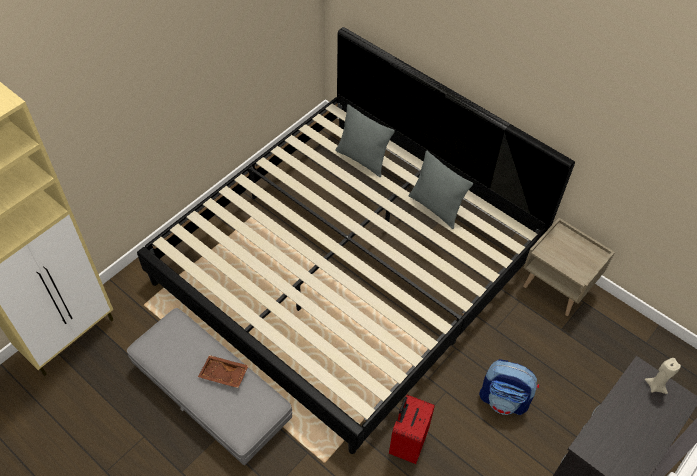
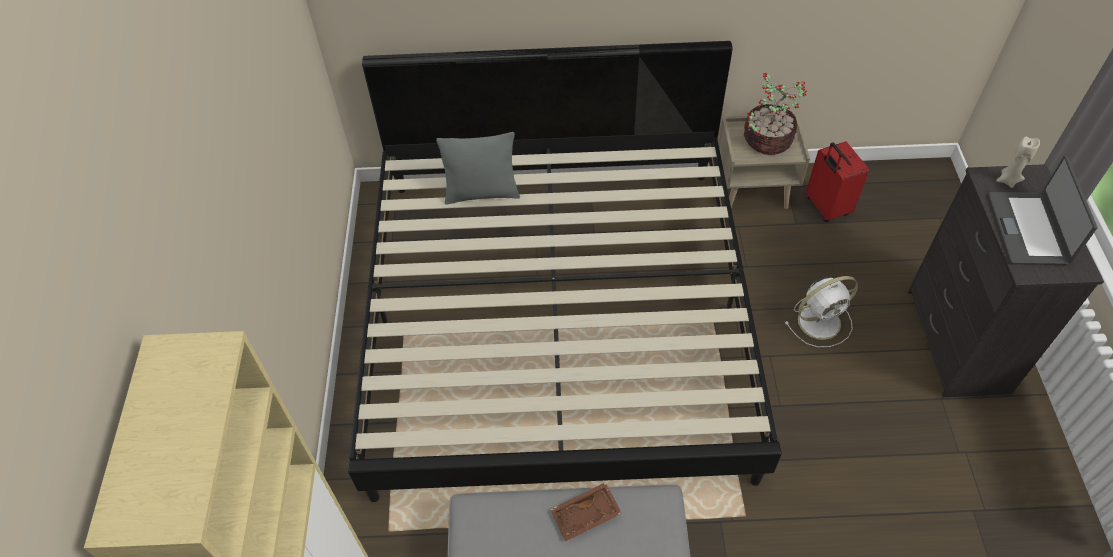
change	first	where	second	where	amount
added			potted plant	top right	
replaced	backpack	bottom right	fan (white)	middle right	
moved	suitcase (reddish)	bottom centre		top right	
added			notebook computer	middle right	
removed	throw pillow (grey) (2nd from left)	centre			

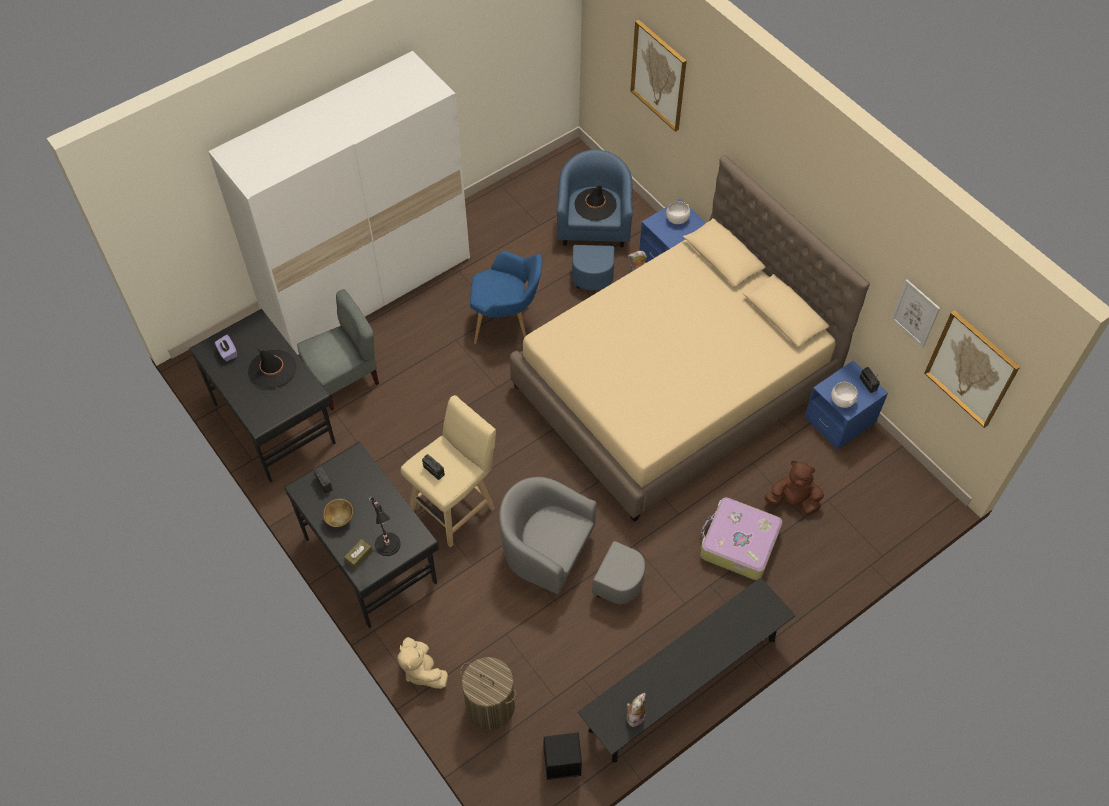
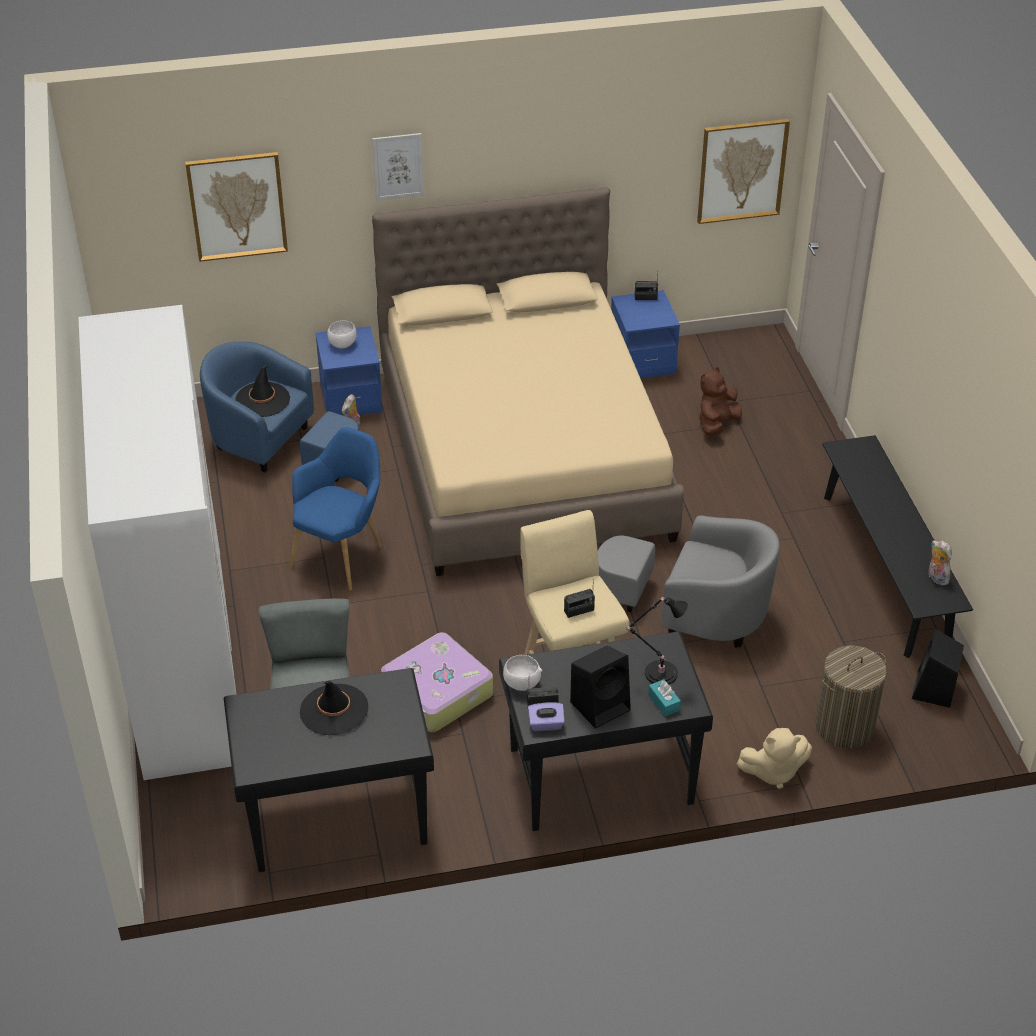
change	first	where	second	where	amount
moved	wall art (2nd from left)	middle right		top centre	
moved	suitcase	bottom right		centre	
moved	deep dish (white) (2nd from left)	middle right		centre	
moved	tissue box (purplish)	middle left		bottom centre	
replaced	deep dish (brownish)	middle left	audio speaker (black) (1st from left)	centre	
turned	armchair (grey)	bottom centre		centre	120 degrees counterclockwise
recoloured	tissue box (brownish)	bottom left	tissue box (turquoise)	bottom centre	

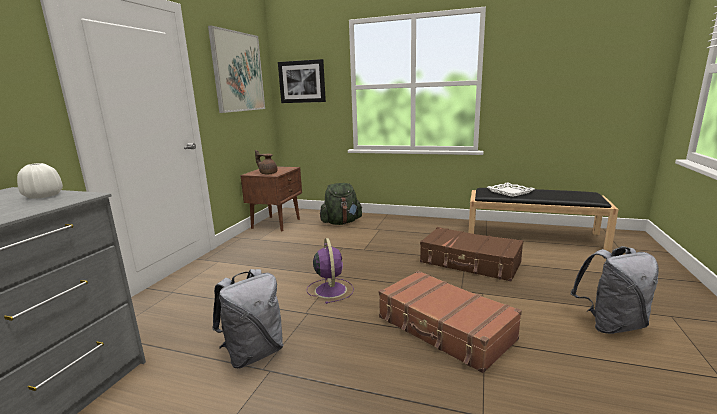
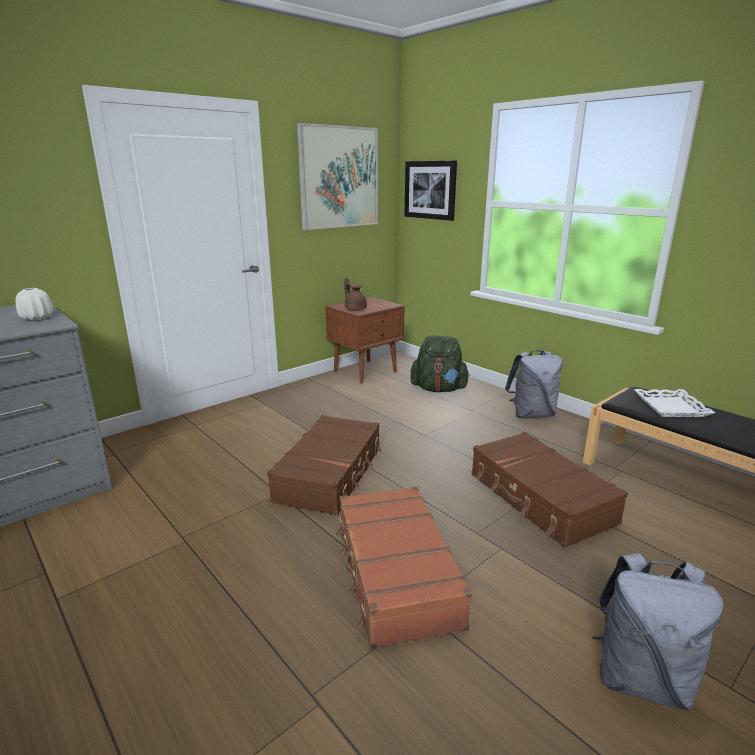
change	first	where	second	where	amount
replaced	fan (purplish)	centre	suitcase (brownish) (1st from left)	centre	
moved	backpack (grey) (1st from left)	bottom centre		middle right	

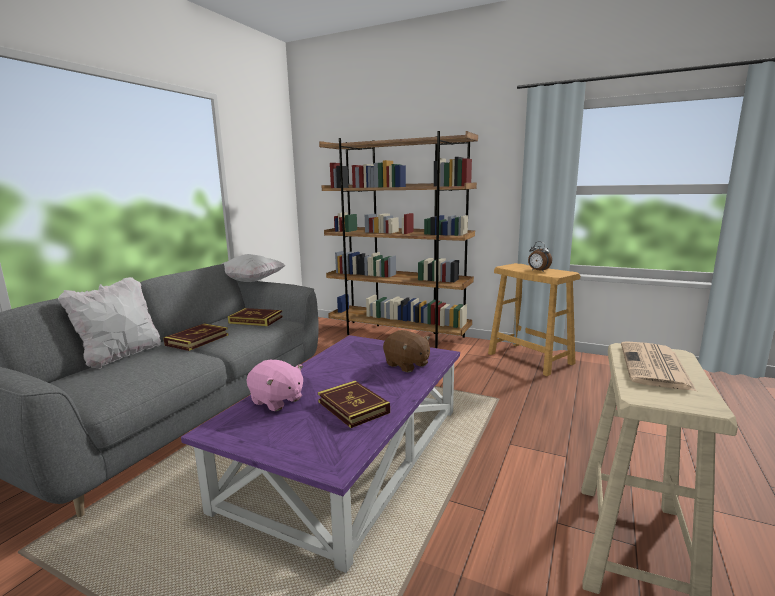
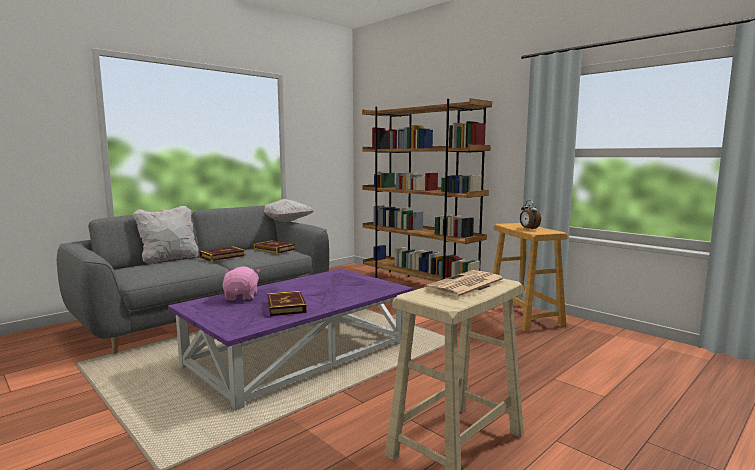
change	first	where	second	where	amount
turned	soft toy (pink-coloured)	centre		middle left	150 degrees counterclockwise
removed	soft toy (brownish)	centre			

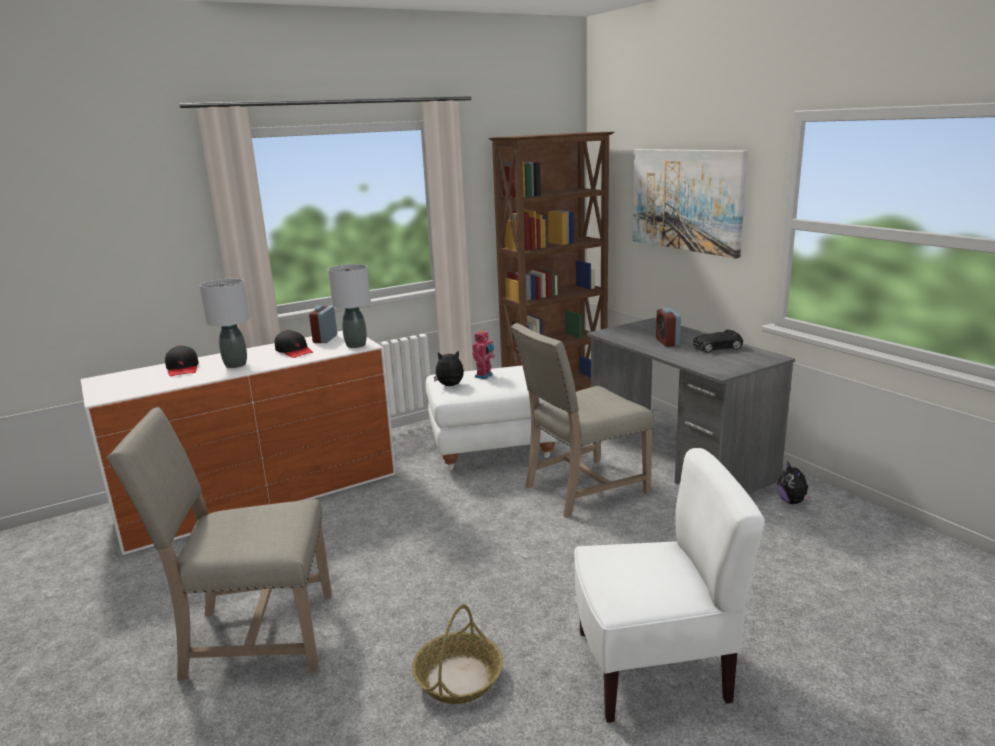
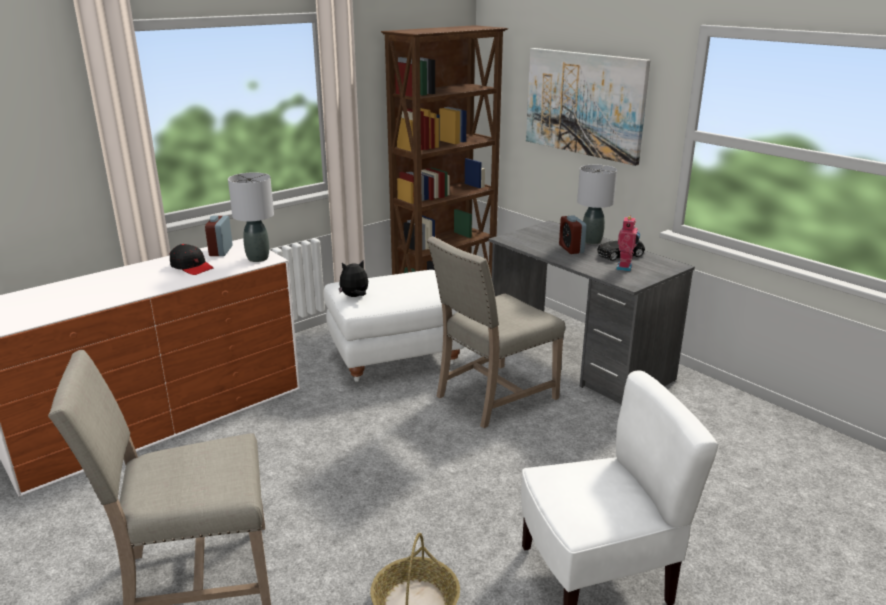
change	first	where	second	where	amount
moved	tabletop lamp (grey) (1st from left in the first image)	middle left	tabletop lamp (grey) (2nd from left)	middle right	
moved	model robot	centre		middle right	
removed	peaked cap (black) (1st from left)	middle left			
removed	soft toy (2nd from left)	middle right			

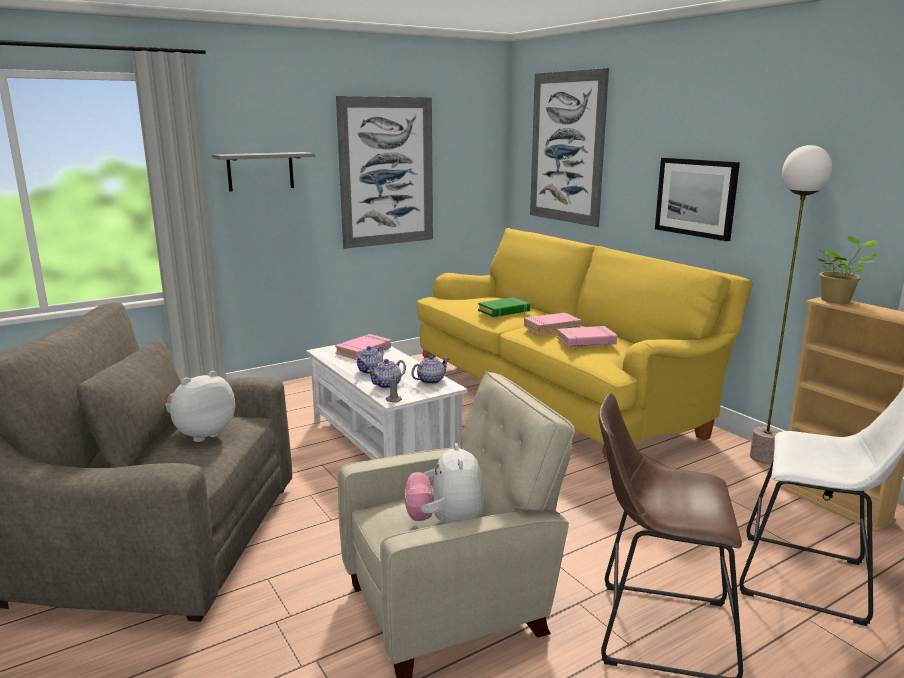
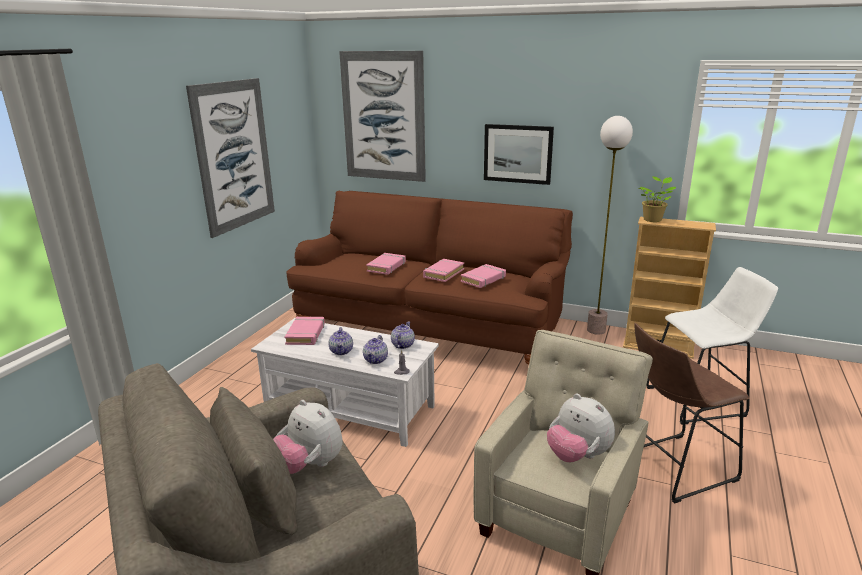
change	first	where	second	where	amount
turned	soft toy (1st from left)	middle left		bottom centre	60 degrees counterclockwise
recoloured	couch (yellowish)	centre	couch (brownish)	centre	
recoloured	book (green-coloured)	centre	book (pink-coloured) (2nd from left)	centre	
removed	wall shelf (grey)	top left			

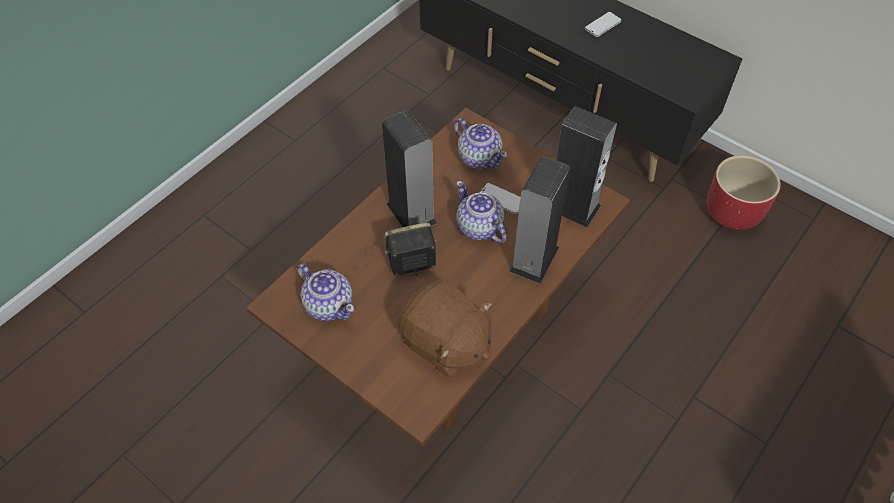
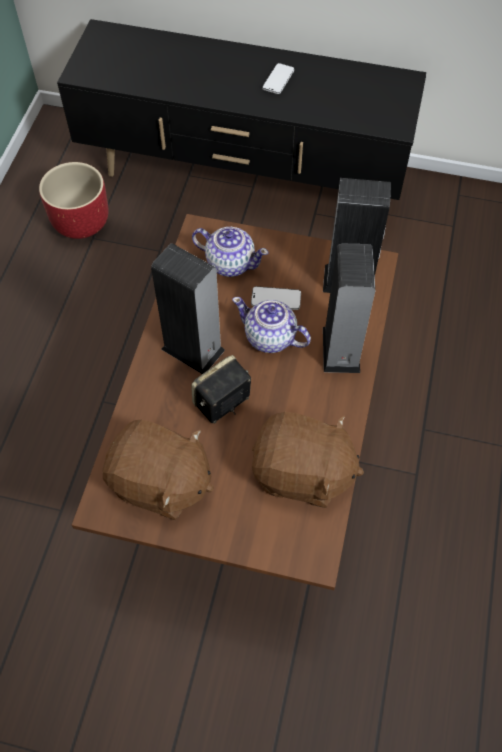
change	first	where	second	where	amount
moved	plant pot (reddish)	middle right		top left	
replaced	teapot (1st from left)	centre	soft toy (brownish) (1st from left)	middle left	

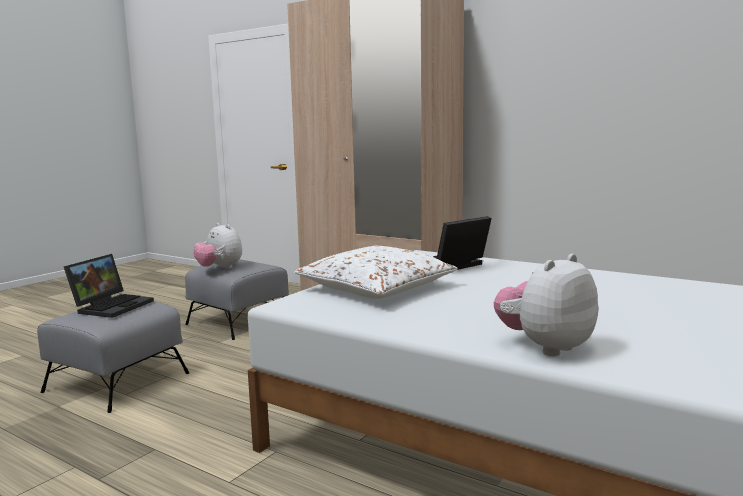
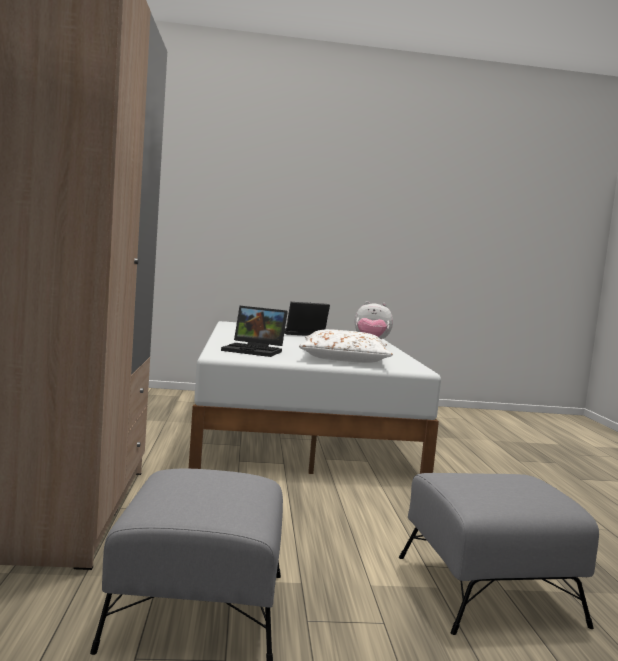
change	first	where	second	where	amount
moved	notebook computer (1st from left in the first image)	middle left	notebook computer (2nd from left)	centre	
removed	soft toy (1st from left)	middle left			

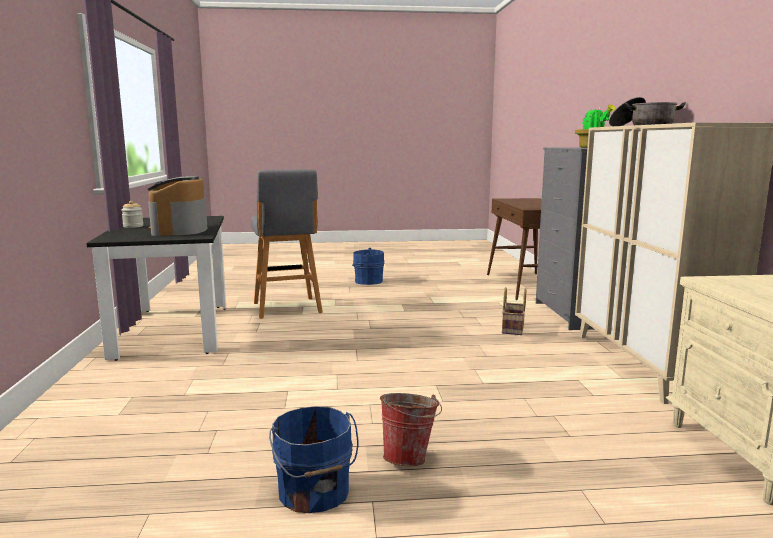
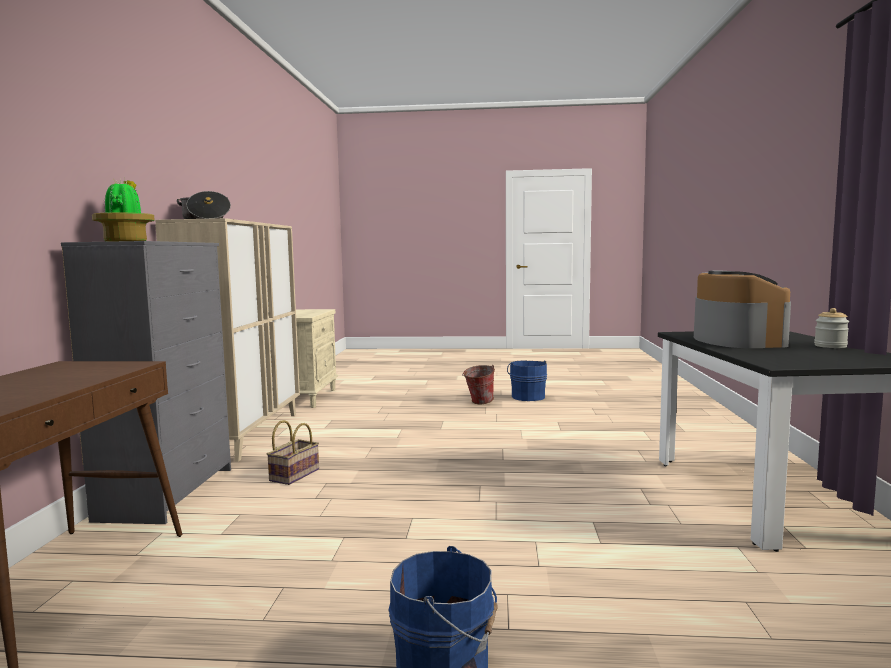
change	first	where	second	where	amount
removed	sitting stool (grey)	centre			

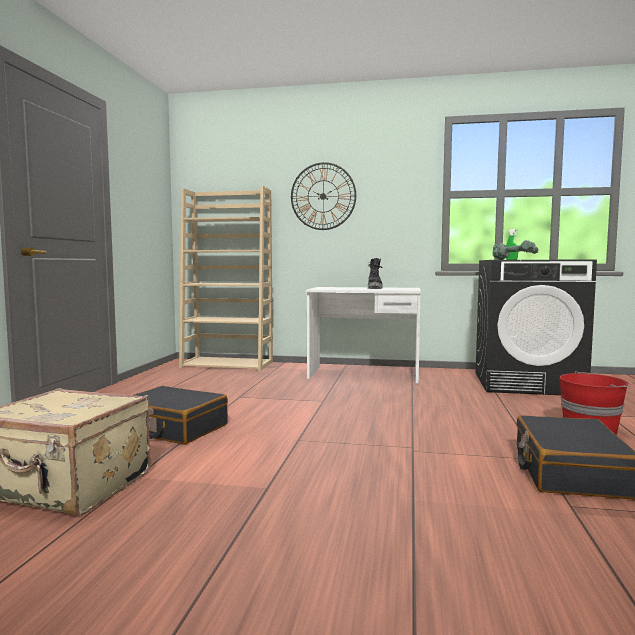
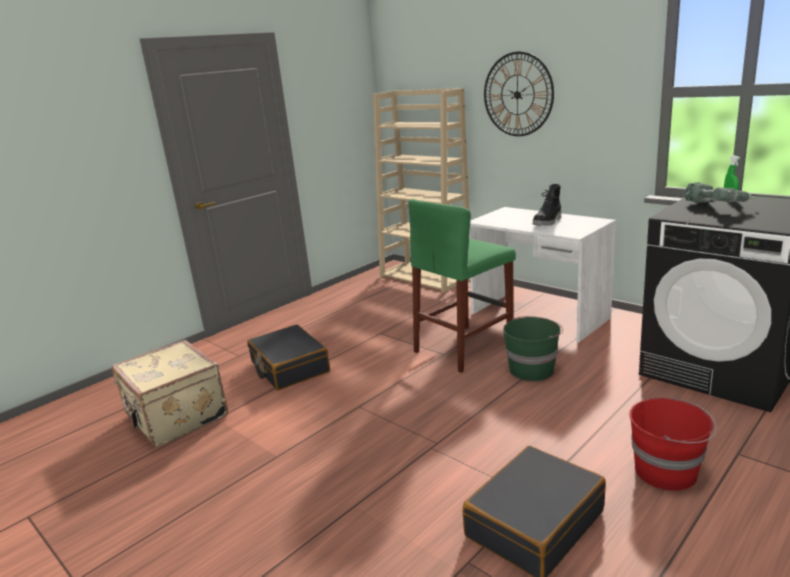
change	first	where	second	where	amount
added			sitting stool (green-coloured)	centre	
added			bucket (green-coloured)	middle right	

